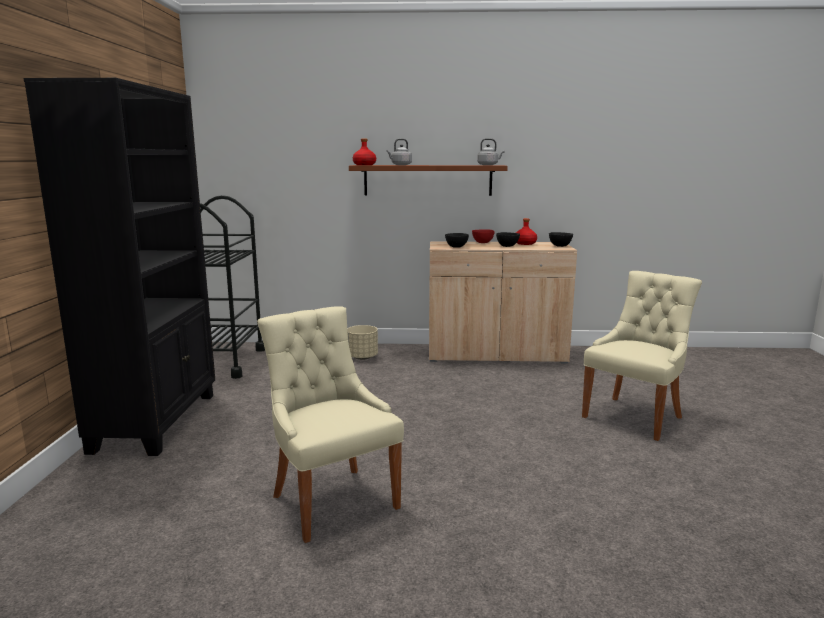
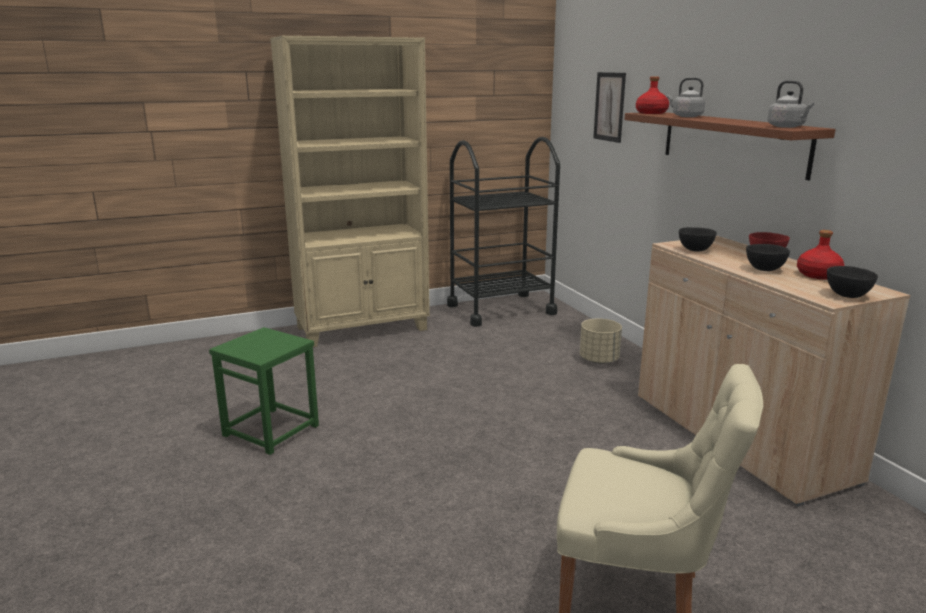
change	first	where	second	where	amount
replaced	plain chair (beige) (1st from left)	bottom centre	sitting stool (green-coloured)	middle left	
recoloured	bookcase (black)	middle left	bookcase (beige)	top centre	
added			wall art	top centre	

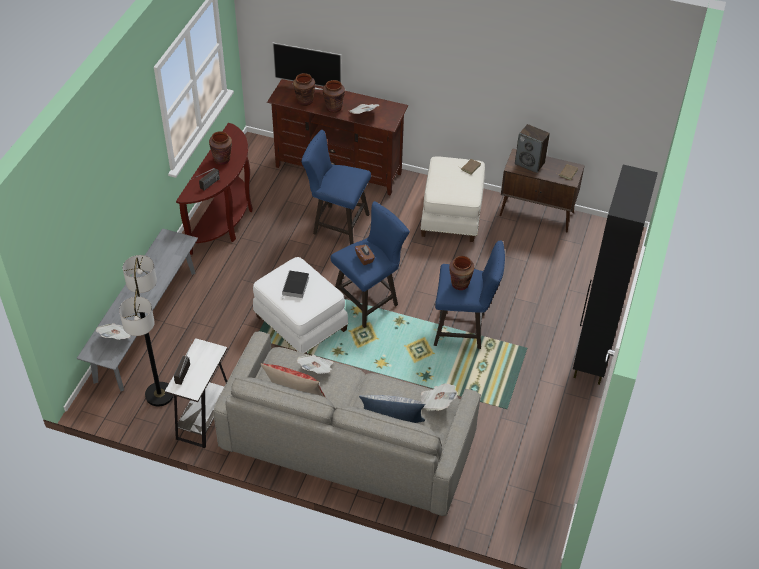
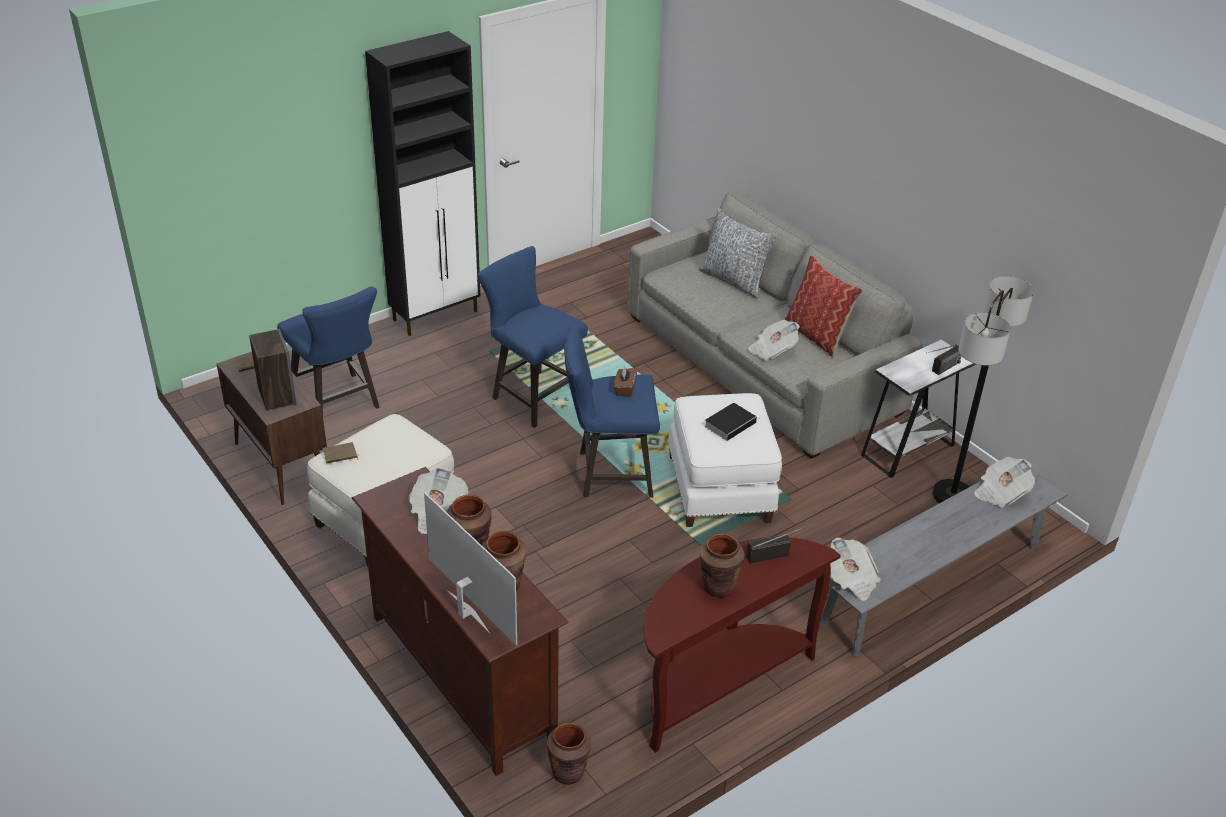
change	first	where	second	where	amount
moved	sitting stool (blue) (1st from left)	top centre		middle left	
moved	decorative vase (brownish) (4th from left in the first image)	centre	decorative vase (brownish) (3rd from left)	bottom centre	
moved	newspaper (4th from left in the first image)	bottom centre	newspaper (3rd from left)	bottom right	

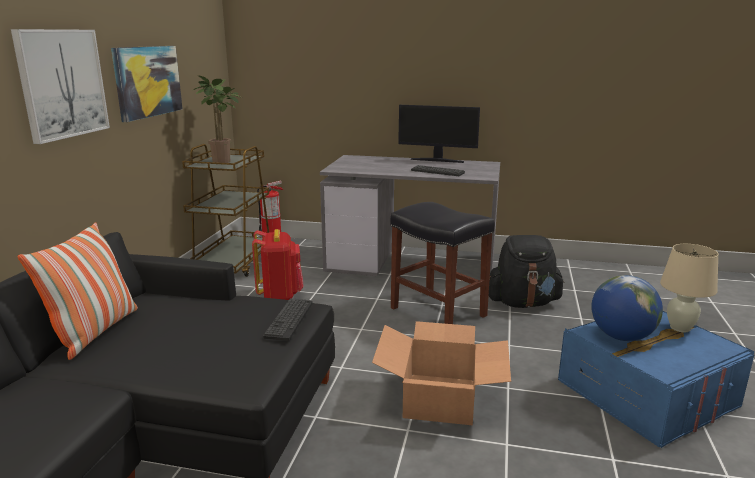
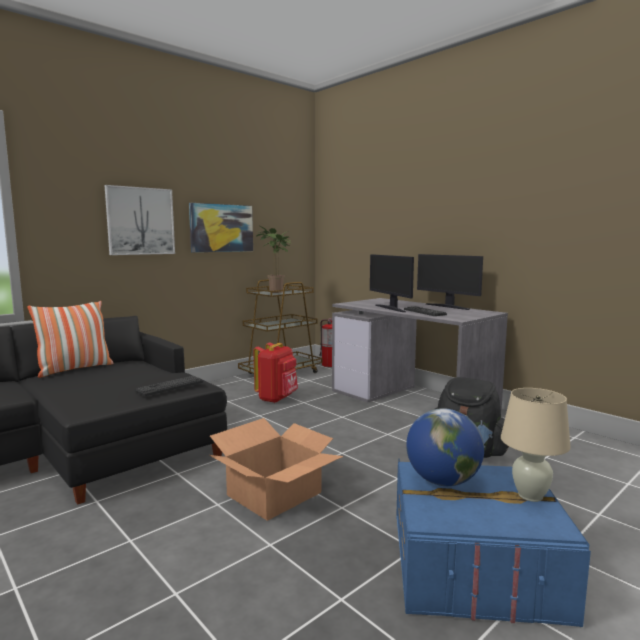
change	first	where	second	where	amount
added			monitor (1st from left)	centre	
removed	sitting stool (black)	centre			

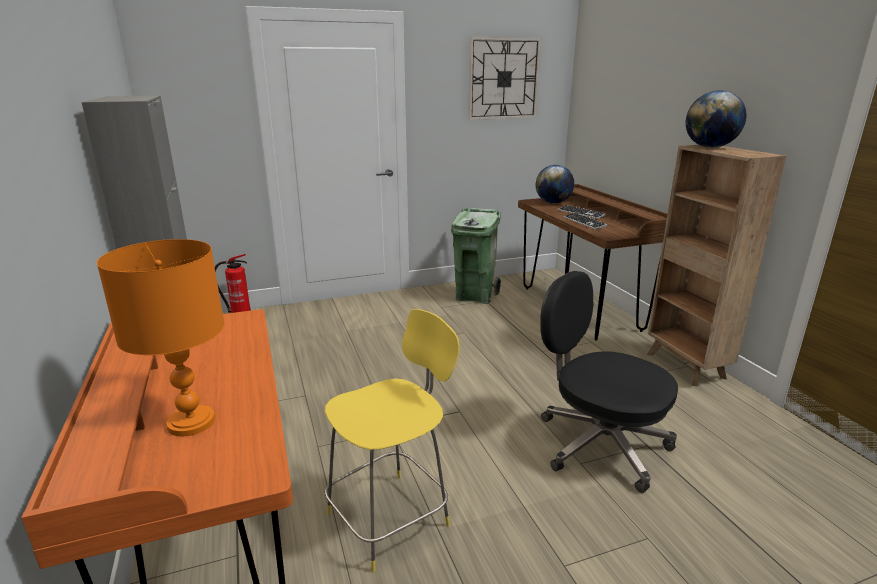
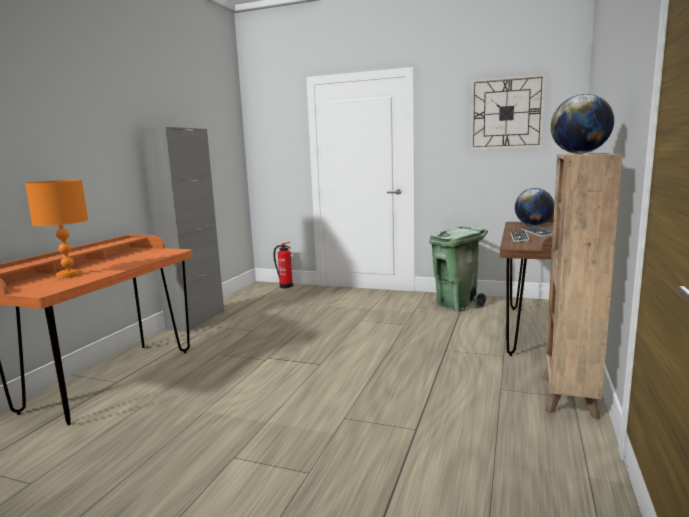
change	first	where	second	where	amount
removed	sitting stool (yellowish)	bottom centre			
removed	desk chair (black)	middle right			

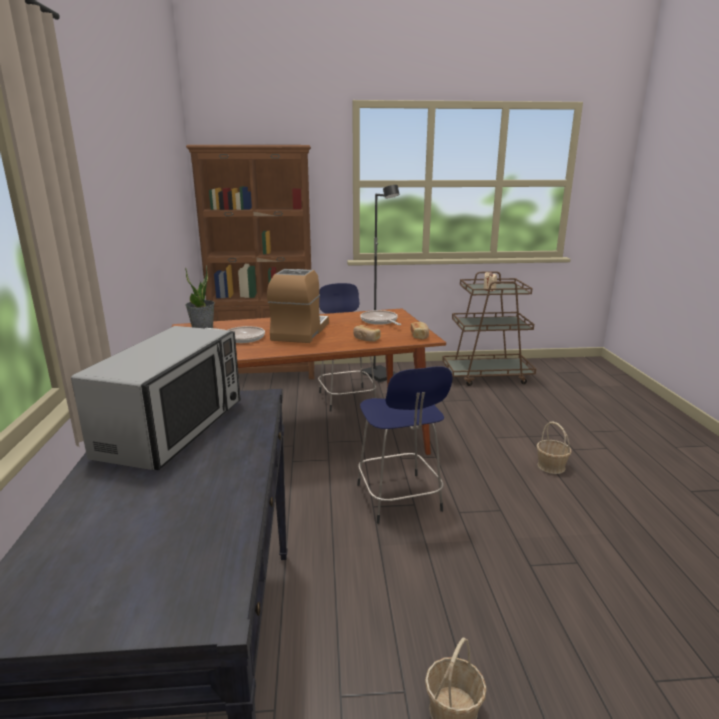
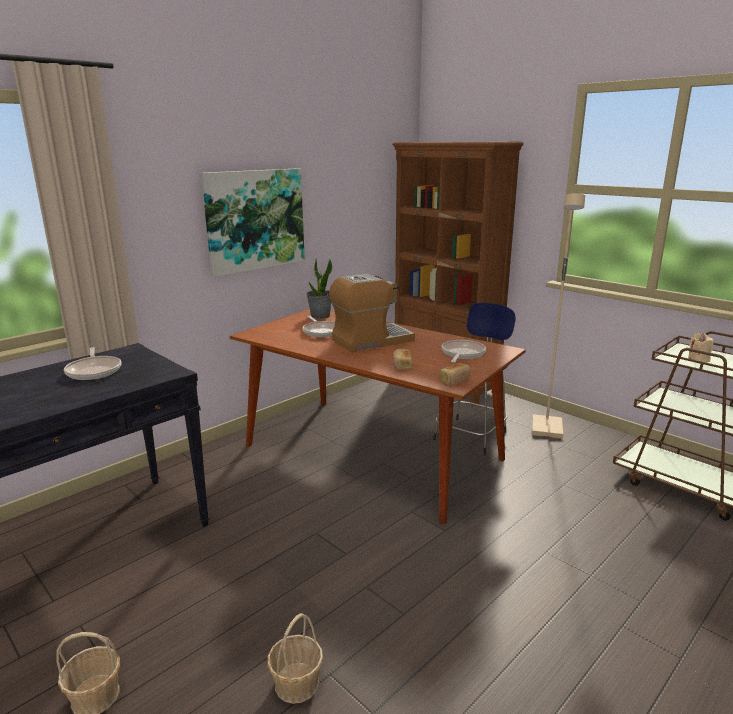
change	first	where	second	where	amount
replaced	microwave	middle left	skillet (1st from left)	middle left	
added			wall art	top centre	
moved	household basket (2nd from left)	middle right		bottom centre	
recoloured	standing lamp (black)	centre	standing lamp (beige)	middle right	
removed	sitting stool (blue) (2nd from left)	centre			

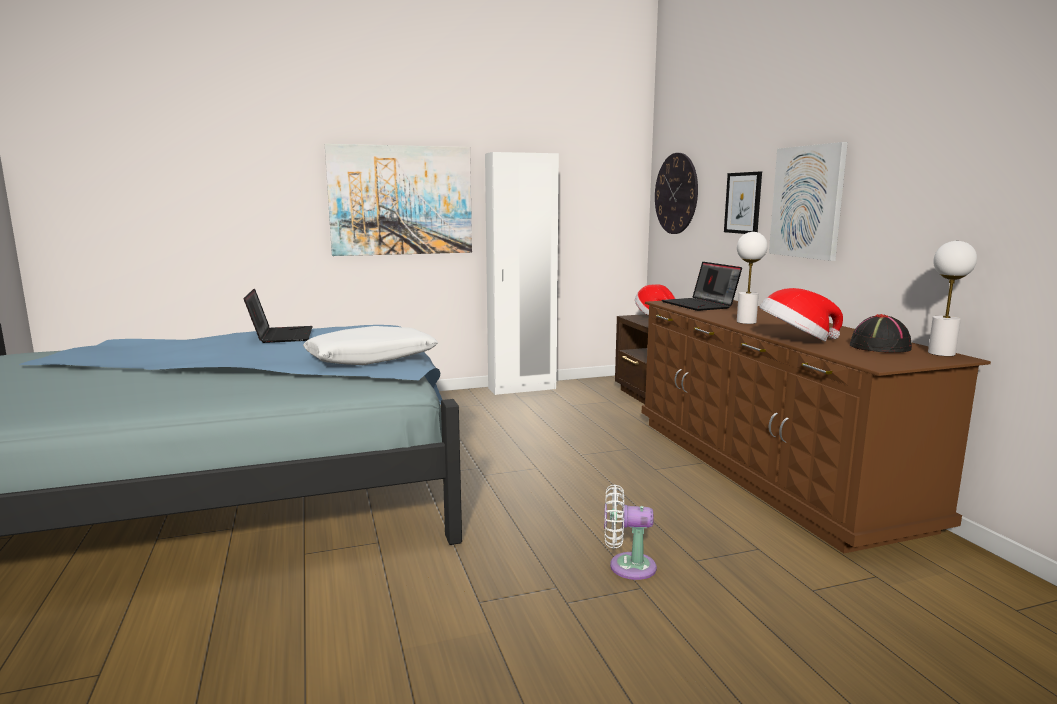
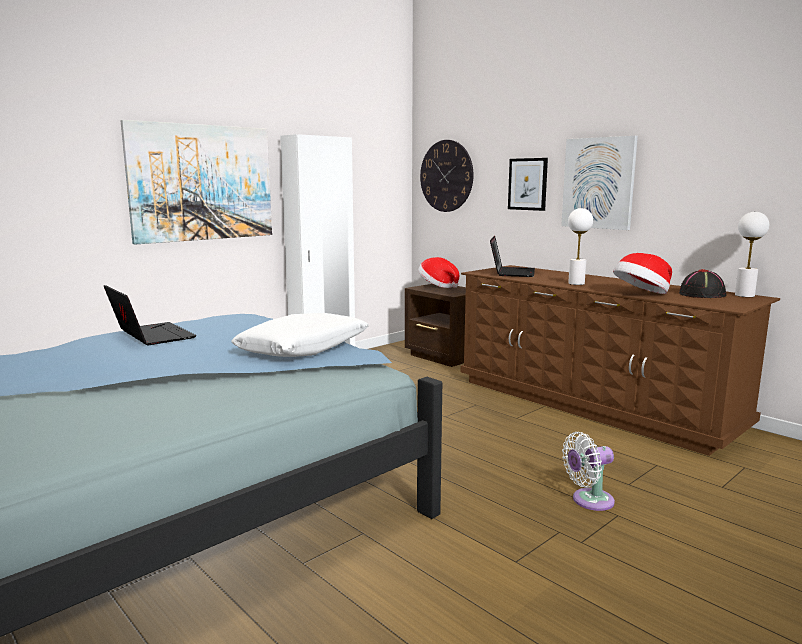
change	first	where	second	where	amount
turned	notebook computer (2nd from left)	centre		centre	120 degrees counterclockwise

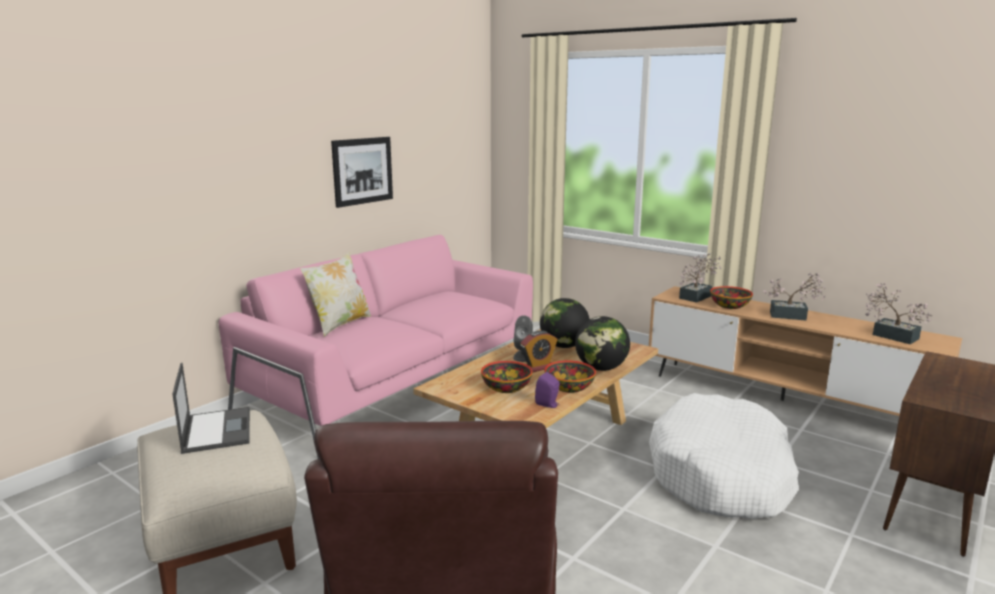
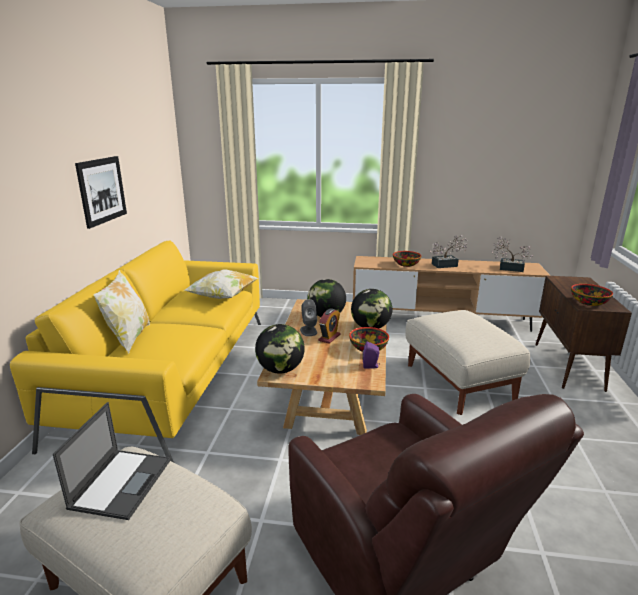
change	first	where	second	where	amount
recoloured	couch (pink-coloured)	centre	couch (yellowish)	middle left	
turned	notebook computer	bottom left		bottom left	60 degrees clockwise
added			throw pillow (2nd from left)	centre	
added			world globe (1st from left)	centre	
replaced	dog cushion (white)	bottom right	footrest (beige) (2nd from left)	middle right	
moved	deep dish (1st from left in the first image)	centre	deep dish (3rd from left)	middle right	
removed	potted plant (1st from left)	middle right			

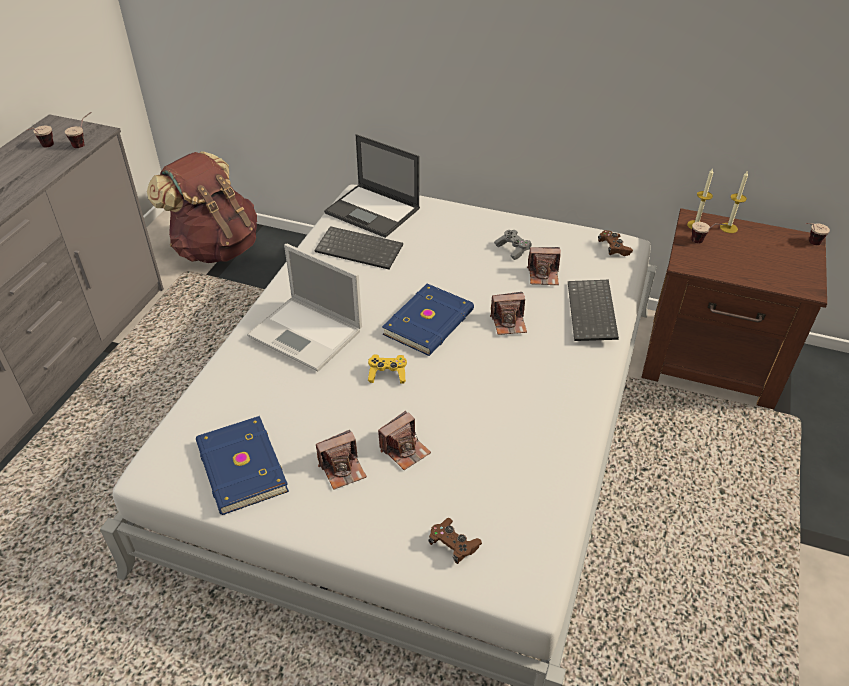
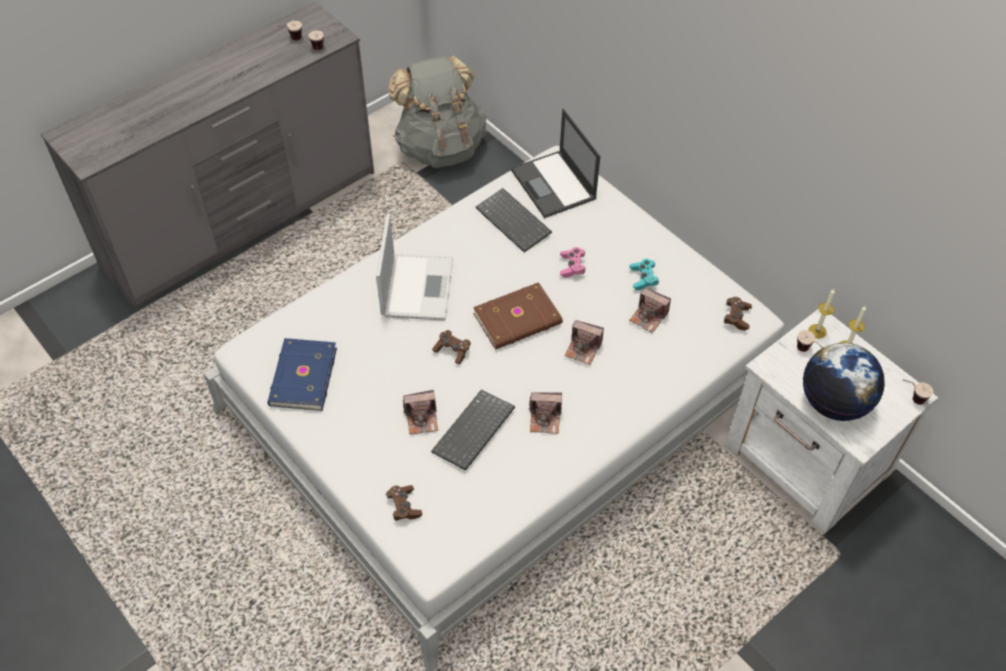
change	first	where	second	where	amount
turned	notebook computer (1st from left)	centre		centre	150 degrees counterclockwise
recoloured	backpack (brownish)	top left	backpack (grey)	top centre	
moved	keyboard (2nd from left in the first image)	middle right	keyboard (1st from left)	centre	
recoloured	joypad (yellowish)	centre	joypad (brownish) (2nd from left)	centre	
recoloured	book (blue) (2nd from left)	centre	book (brownish)	centre	
moved	photo camera (1st from left in the first image)	bottom centre	photo camera (2nd from left)	centre	
added			joypad (pink-coloured)	centre	
recoloured	joypad (grey)	centre	joypad (turquoise)	centre	
recoloured	nightstand (brownish)	middle right	nightstand (white)	middle right	
added			world globe	middle right	

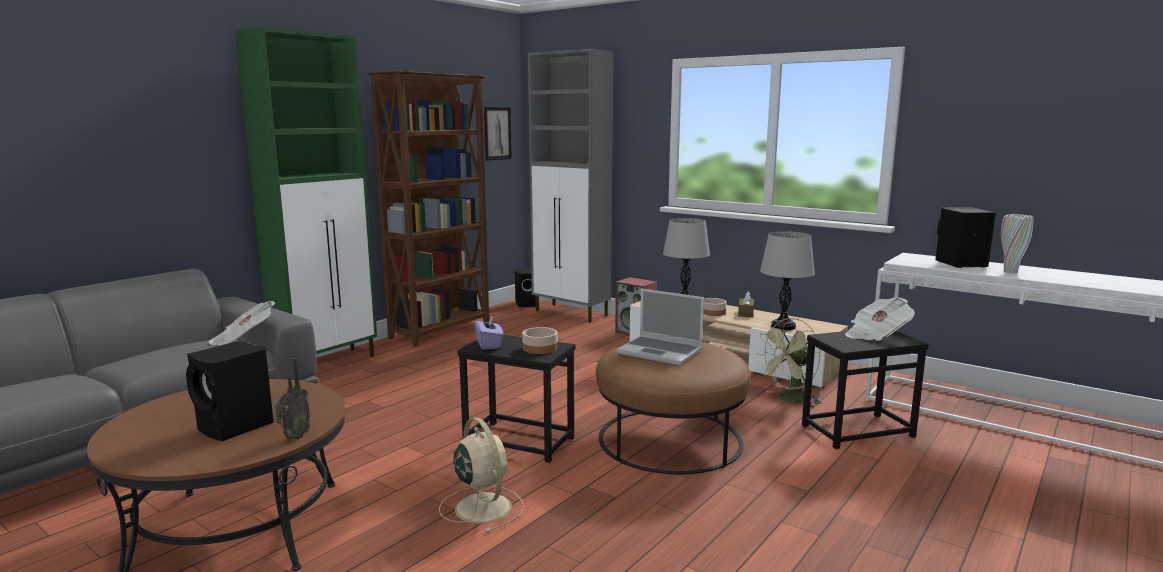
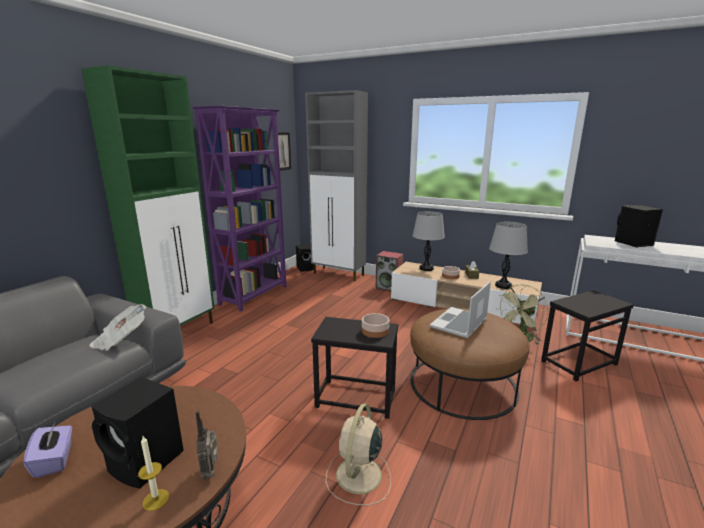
change	first	where	second	where	amount
moved	tissue box (purplish)	centre		bottom left	
added			candle	bottom left	
recoloured	bookcase (brownish)	centre	bookcase (purplish)	centre	
turned	radio set	bottom left		bottom left	150 degrees clockwise
turned	fan (beige)	bottom centre		bottom centre	120 degrees counterclockwise
turned	notebook computer	centre		centre	105 degrees clockwise
removed	newspaper (2nd from left)	middle right			
removed	decorative vase (white)	middle right			

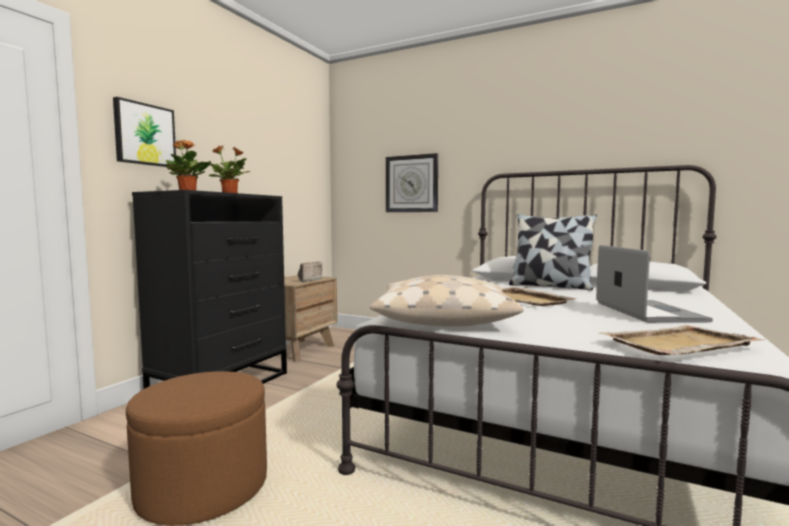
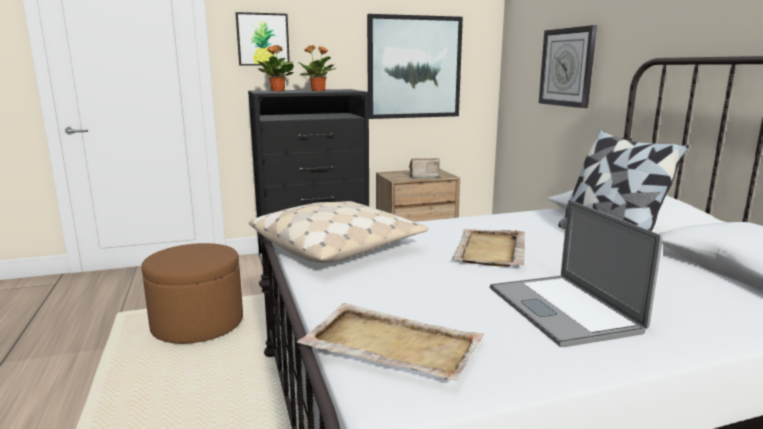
change	first	where	second	where	amount
added			wall art (2nd from left)	top centre	
turned	notebook computer	middle right		middle right	120 degrees clockwise

